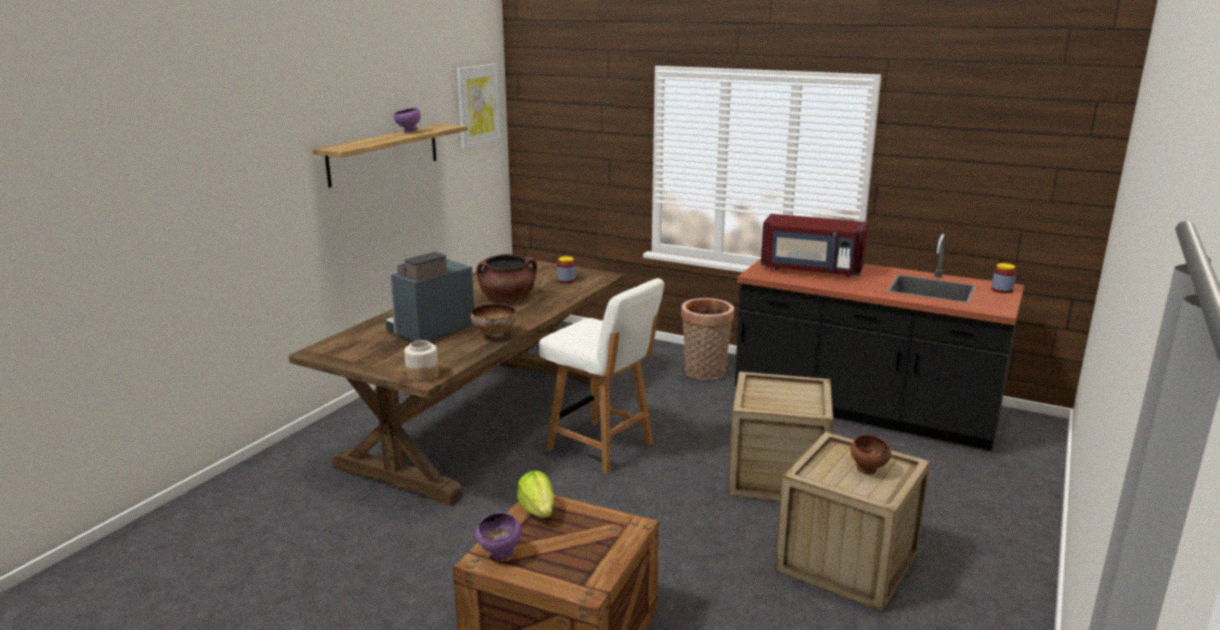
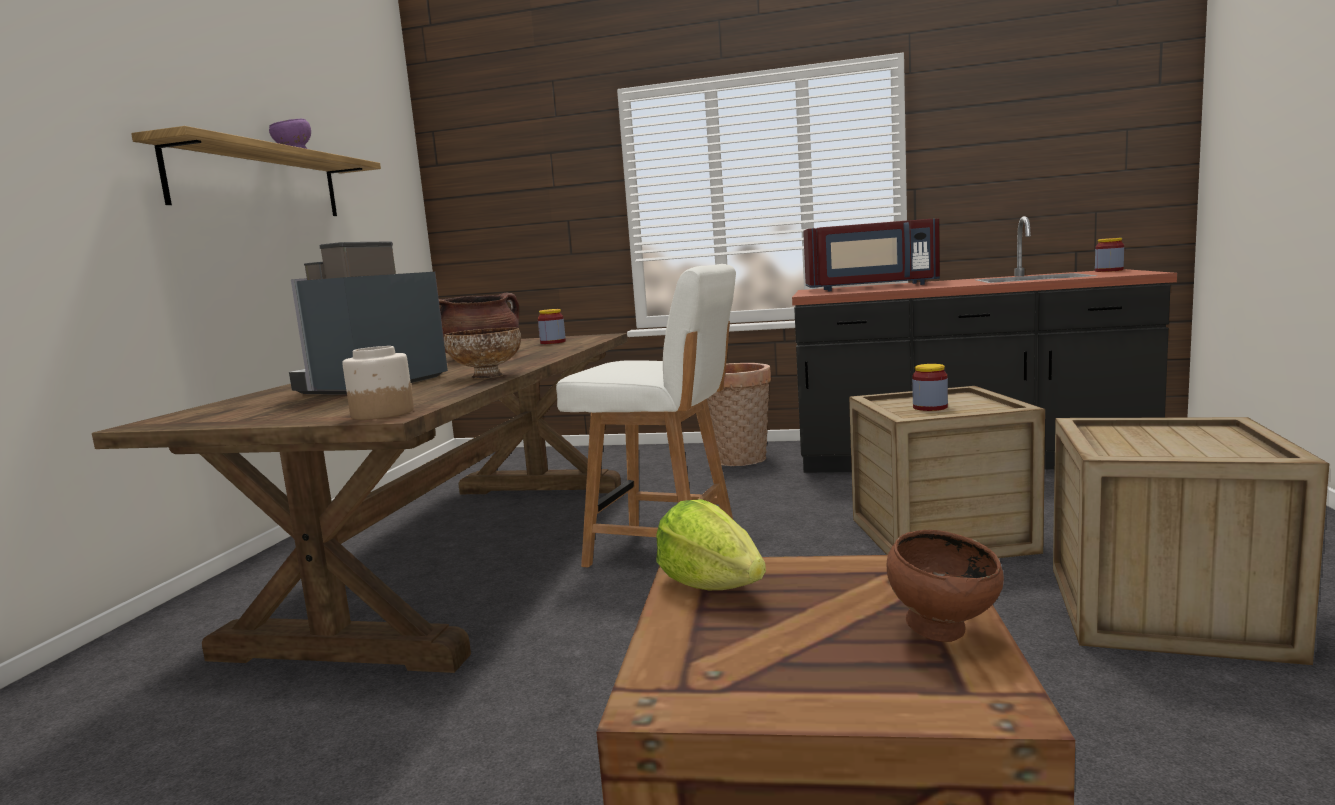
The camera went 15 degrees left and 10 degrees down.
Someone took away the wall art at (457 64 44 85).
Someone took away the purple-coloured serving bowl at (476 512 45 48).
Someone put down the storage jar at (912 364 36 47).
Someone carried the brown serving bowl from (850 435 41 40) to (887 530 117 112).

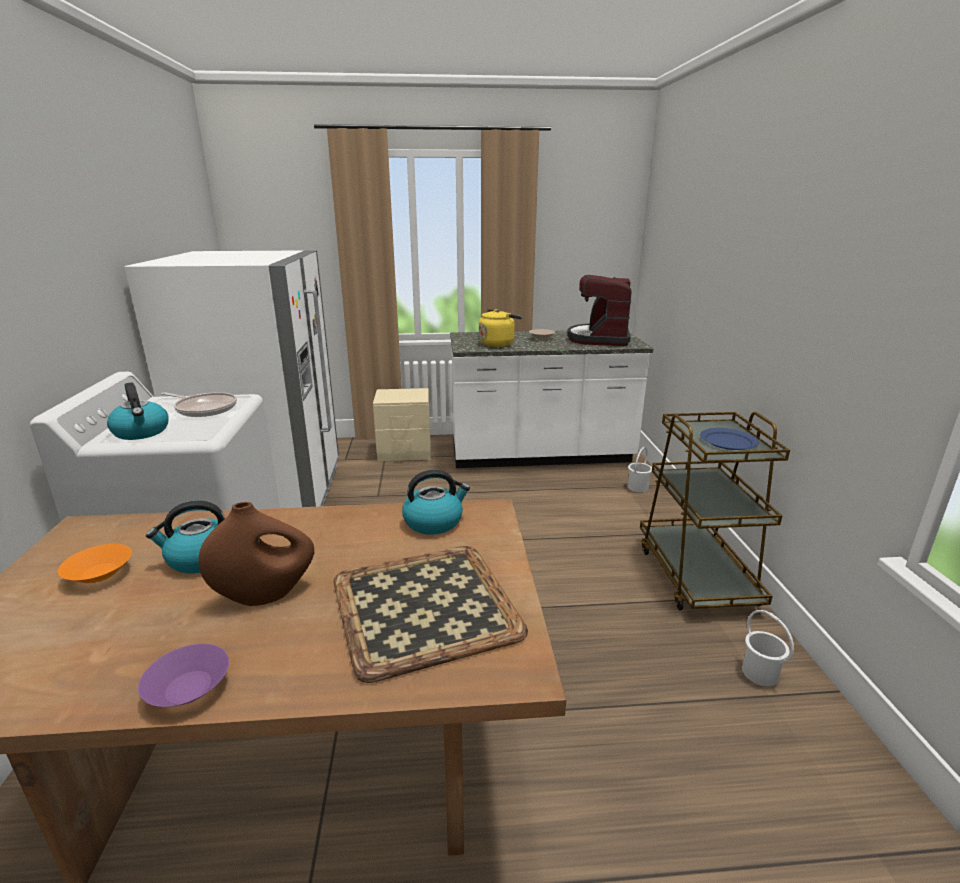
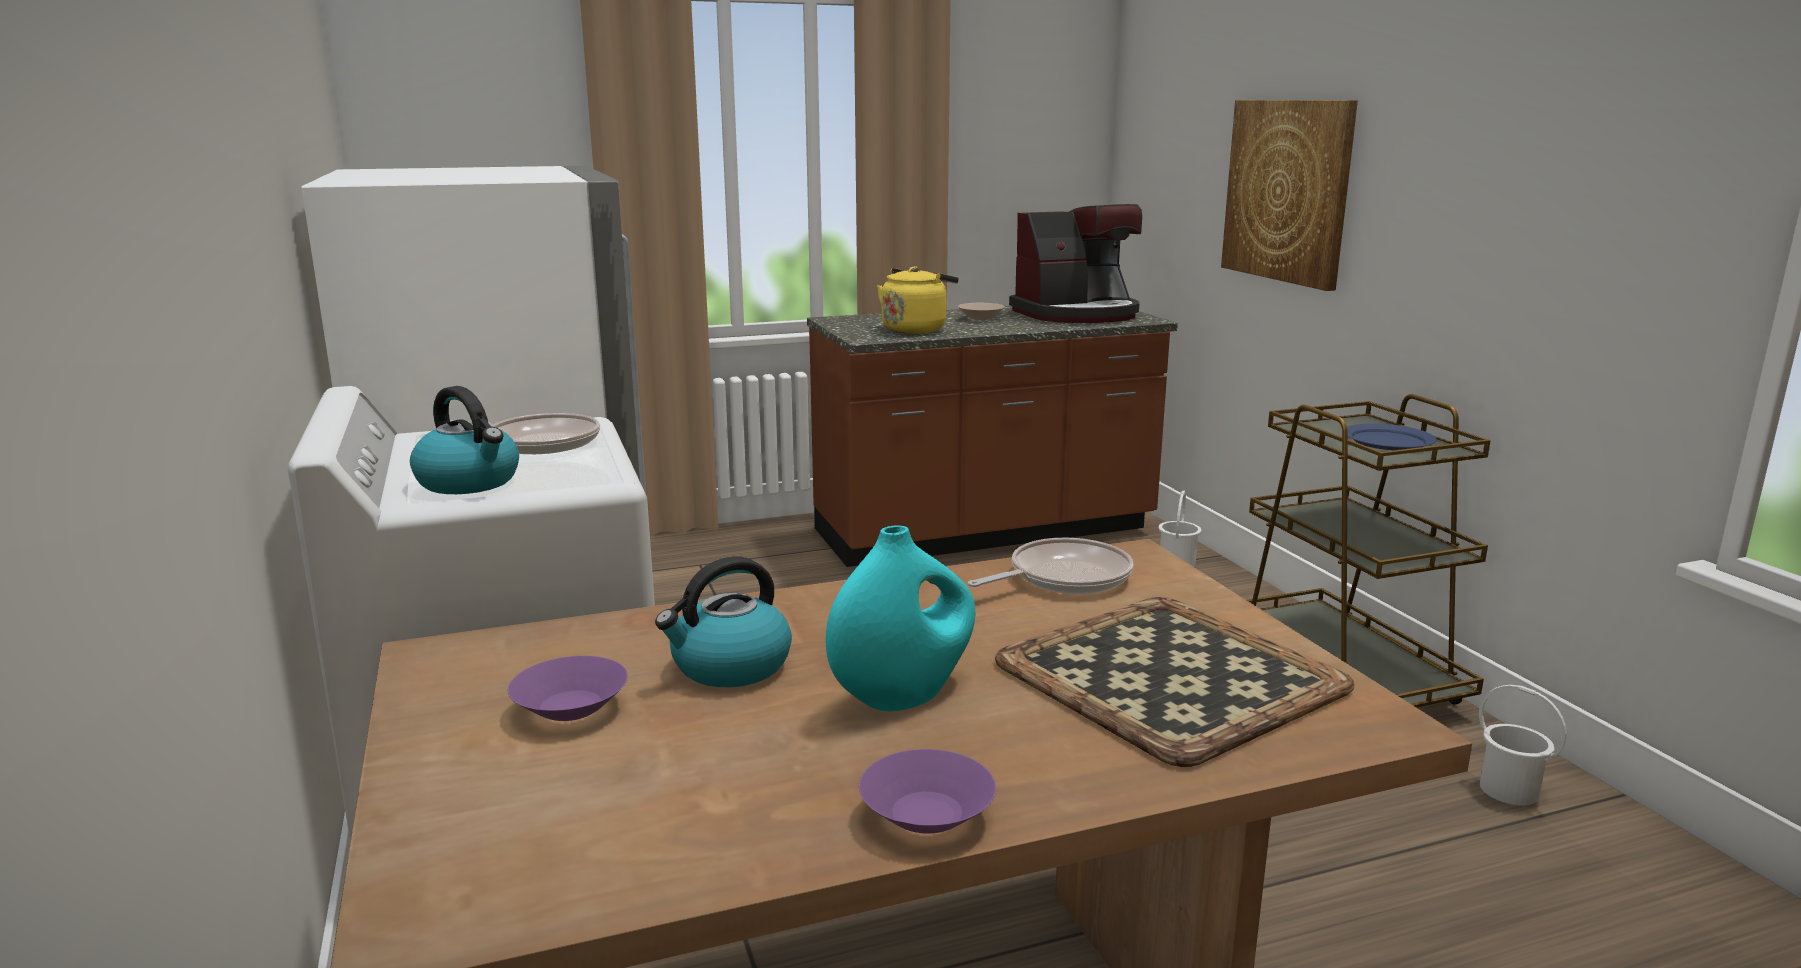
The camera went 15 degrees left and 5 degrees down.
Someone took away the beige bedside table at (373 388 58 73).
Someone put up the wall art at (1221 100 137 191).
Someone swapped the water kettle at (402 469 68 66) for the pan at (968 538 166 56).
Someone repainted the orange-coloured serving bowl at (58 544 74 39), which became the purple-coloured serving bowl at (508 656 119 65).
Someone repainted the brown flower vase at (198 502 116 104), which became the turquoise-coloured flower vase at (826 525 149 186).
Someone repainted the white counter at (450 331 204 137), which became the brown counter at (807 306 371 261).
Someone rotated the coffee machine at (567 275 65 71) by 105 degrees counterclockwise.

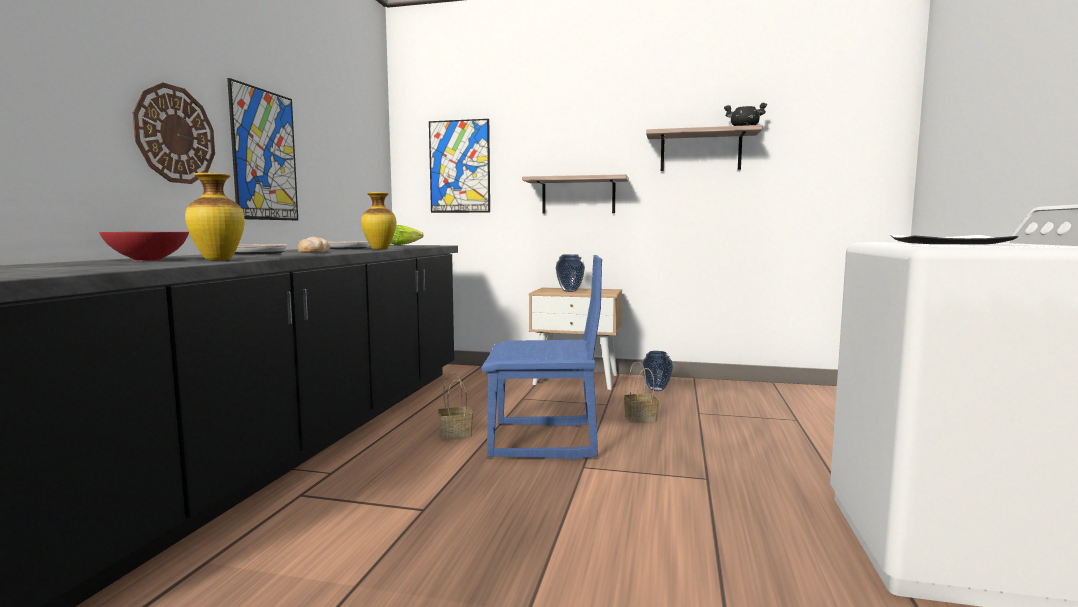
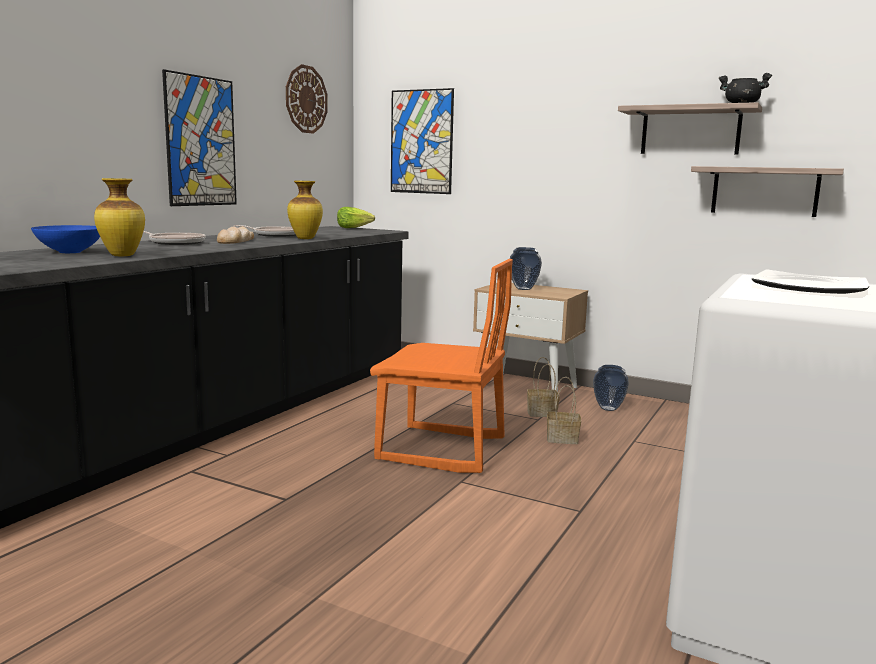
The camera went 15 degrees right and 5 degrees up.
Someone carried the hanging clock from (132 83 83 101) to (286 64 42 70).
Someone carried the household basket from (438 372 35 67) to (527 357 33 60).
Someone carried the bracket shelf from (522 174 107 40) to (691 166 153 51).
Someone repainted the reddish serving bowl at (99 232 90 29), which became the blue-coloured serving bowl at (31 225 69 28).
Someone repainted the blue-coloured upright chair at (481 255 121 204), which became the orange-coloured upright chair at (370 259 143 214).

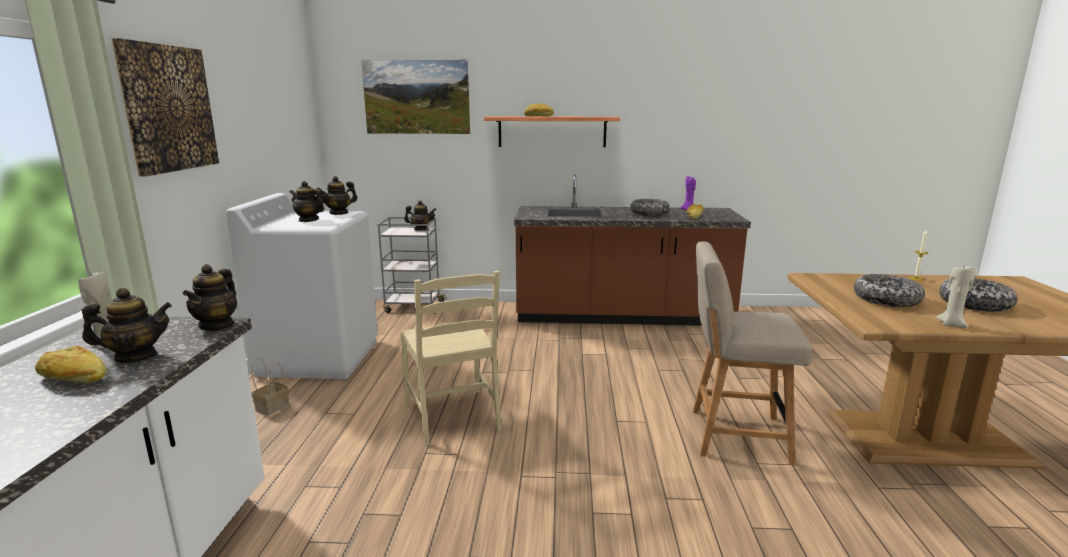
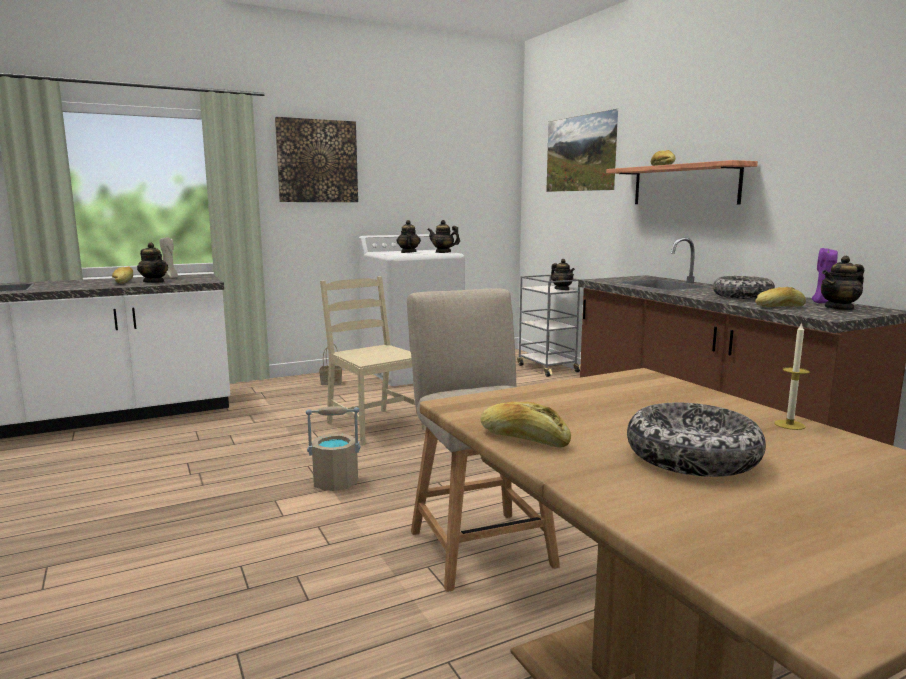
The camera went 60 degrees right and 5 degrees down.
Someone took away the serving bowl at (854 274 71 33).
Someone put down the beige pail at (306 406 55 85).
Someone carried the teapot from (183 264 54 67) to (821 256 43 55).
Someone swapped the beige wax candle at (936 265 40 63) for the baked bread at (480 402 91 46).
Someone rotated the beige upright chair at (400 271 102 175) by 105 degrees clockwise.

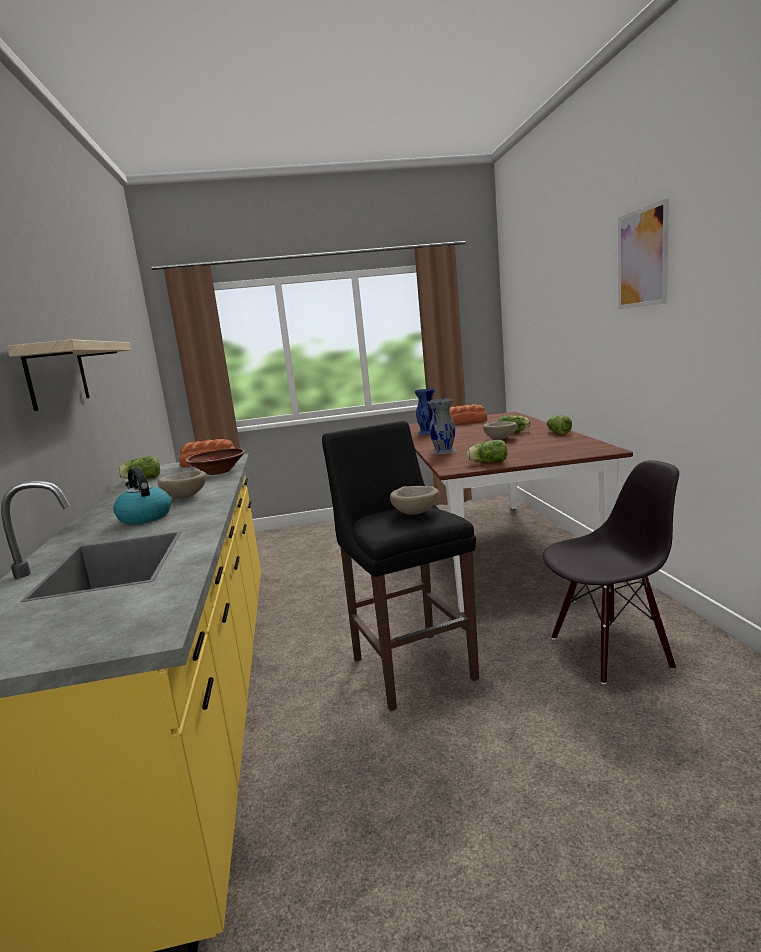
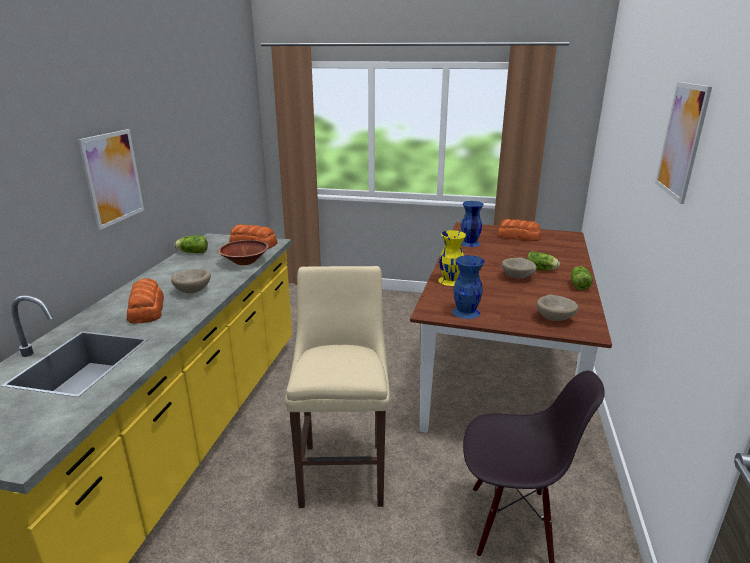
The camera went 20 degrees right and 10 degrees up.
Someone carried the beige serving bowl from (390 486 50 29) to (537 294 42 27).
Someone swapped the bracket shelf at (7 339 124 72) for the wall art at (78 129 66 101).
Someone swapped the water kettle at (113 467 58 57) for the baked bread at (127 278 37 46).
Someone swapped the lettuce at (467 440 40 22) for the blue-coloured flower vase at (452 255 33 64).
Someone repainted the black-coloured stool seat at (322 421 157 290), which became the beige stool seat at (285 266 105 242).
Someone repainted the greyish flower vase at (427 399 30 55), which became the yellowish flower vase at (438 230 28 56).

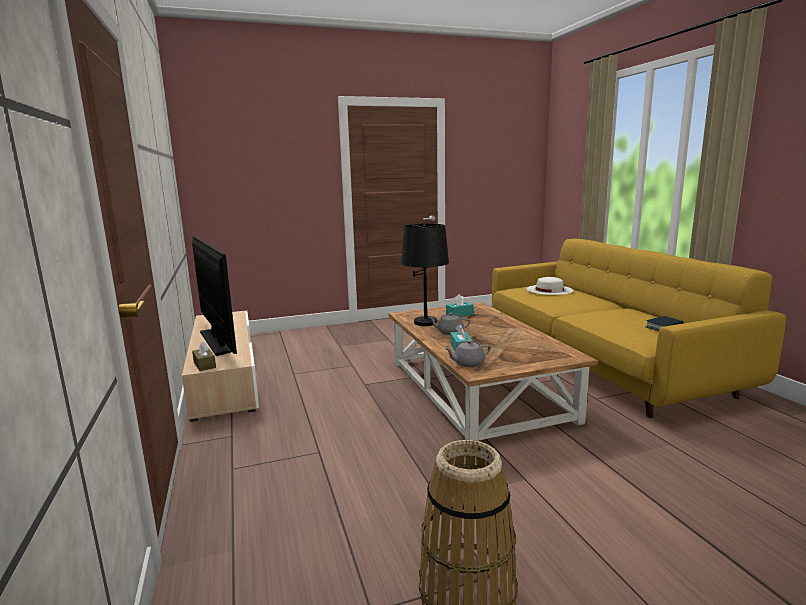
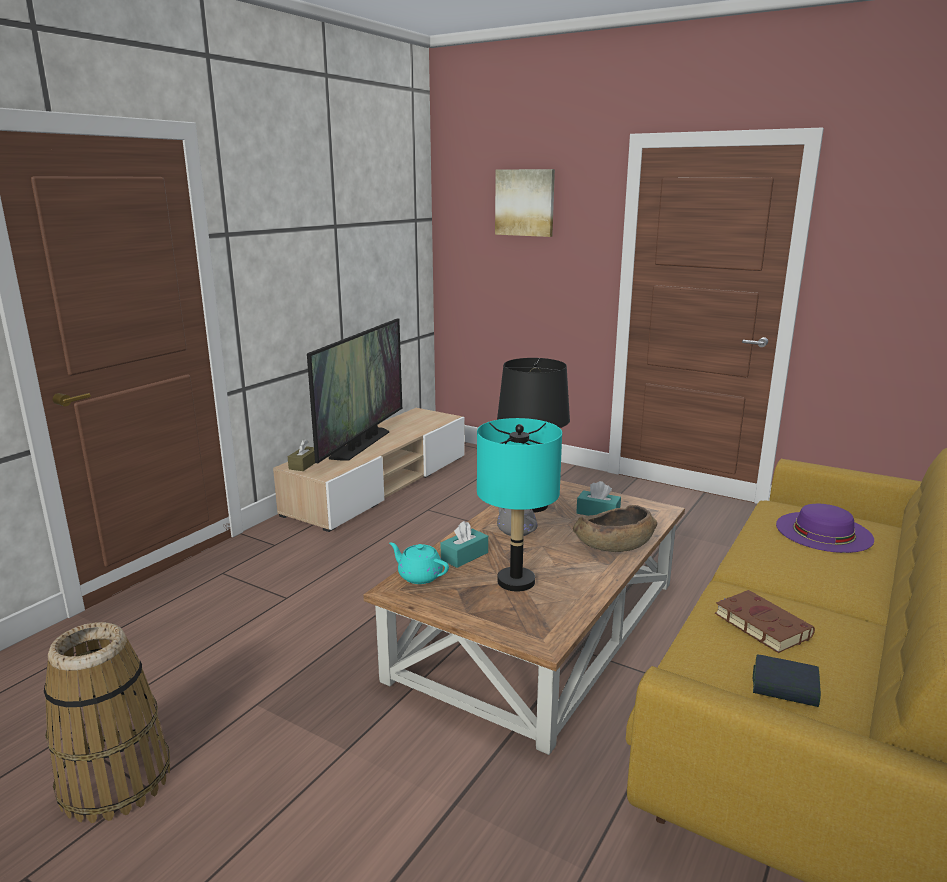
The camera went 50 degrees right and 5 degrees up.
Someone put down the turquoise-coloured table lamp at (477 418 85 174).
Someone put up the wall art at (495 169 60 68).
Someone put down the brown serving bowl at (573 505 84 47).
Someone put down the brown bound book at (715 590 100 63).
Someone repainted the greyish teapot at (445 340 46 27), which became the turquoise-coloured teapot at (389 542 60 42).
Someone repainted the white hat at (526 277 47 18), which became the purple-coloured hat at (776 504 98 49).

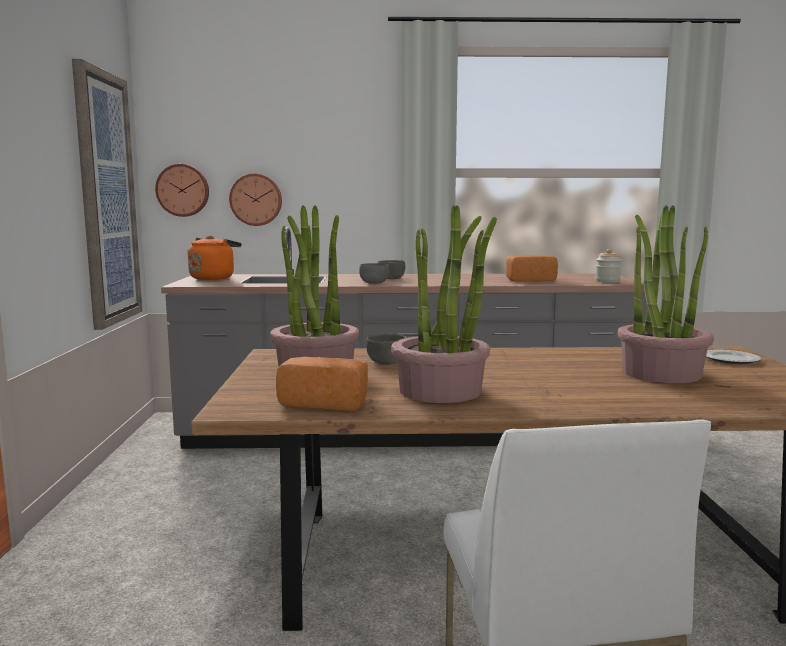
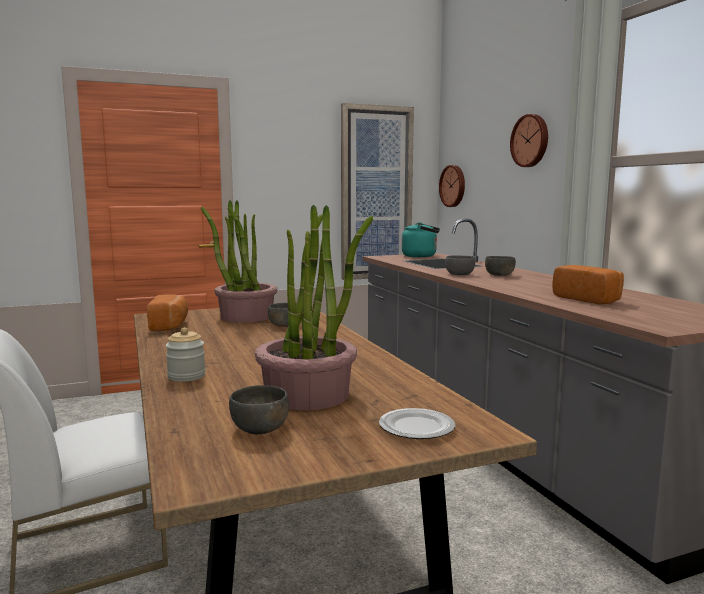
The camera went 70 degrees right and 0 degrees up.
Someone took away the plant in a pot at (391 205 106 198).
Someone put down the greyish serving bowl at (229 385 60 49).
Someone carried the hanging clock from (229 174 53 52) to (510 114 38 53).
Someone carried the storage jar from (595 249 27 34) to (165 327 40 55).
Someone repainted the orange-coloured water kettle at (187 236 55 44), which became the turquoise-coloured water kettle at (402 222 38 35).

